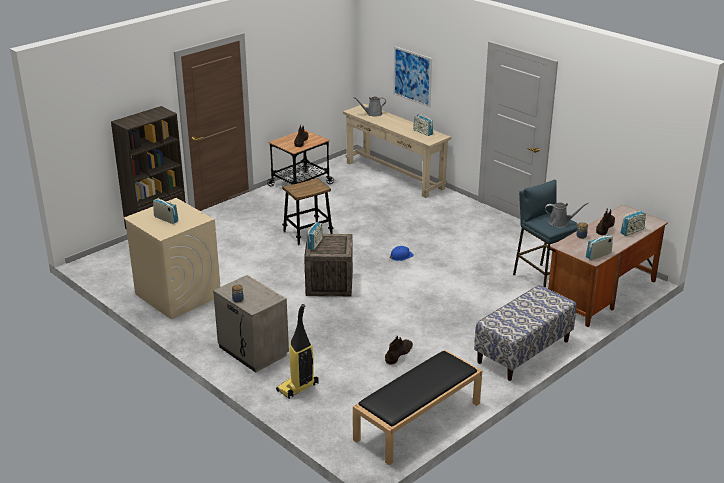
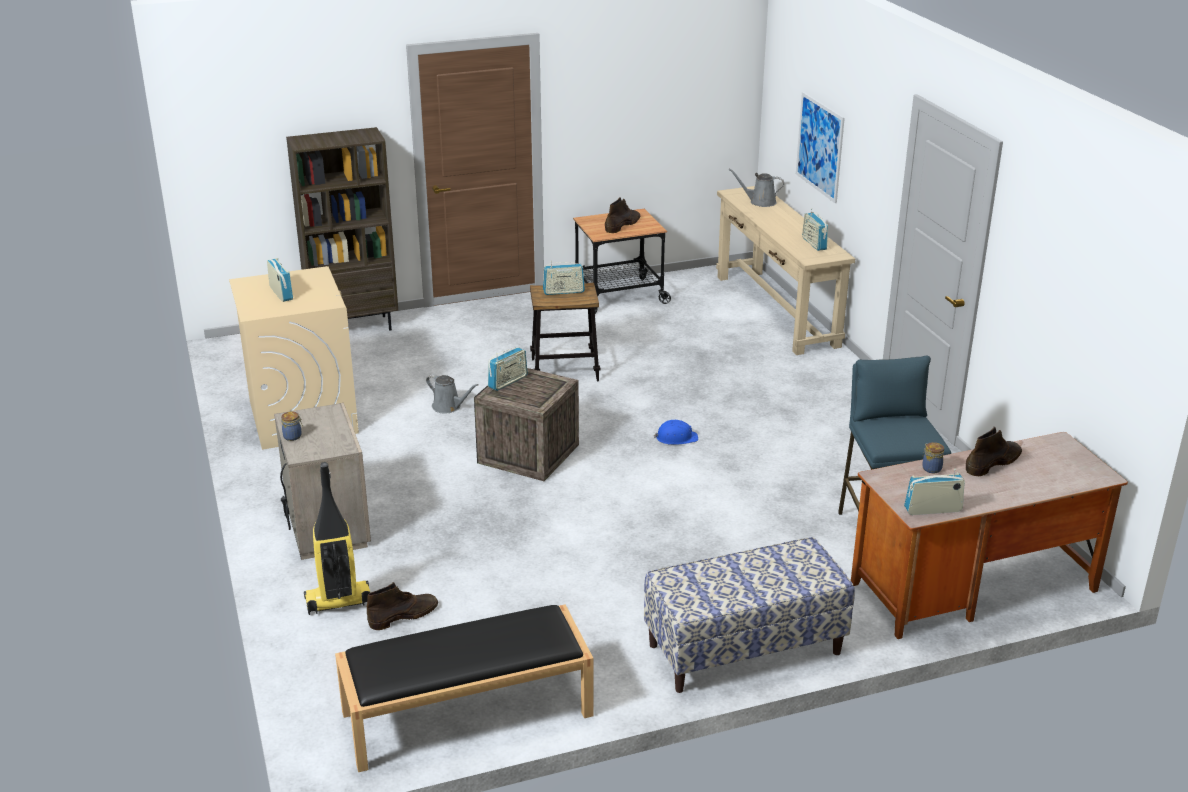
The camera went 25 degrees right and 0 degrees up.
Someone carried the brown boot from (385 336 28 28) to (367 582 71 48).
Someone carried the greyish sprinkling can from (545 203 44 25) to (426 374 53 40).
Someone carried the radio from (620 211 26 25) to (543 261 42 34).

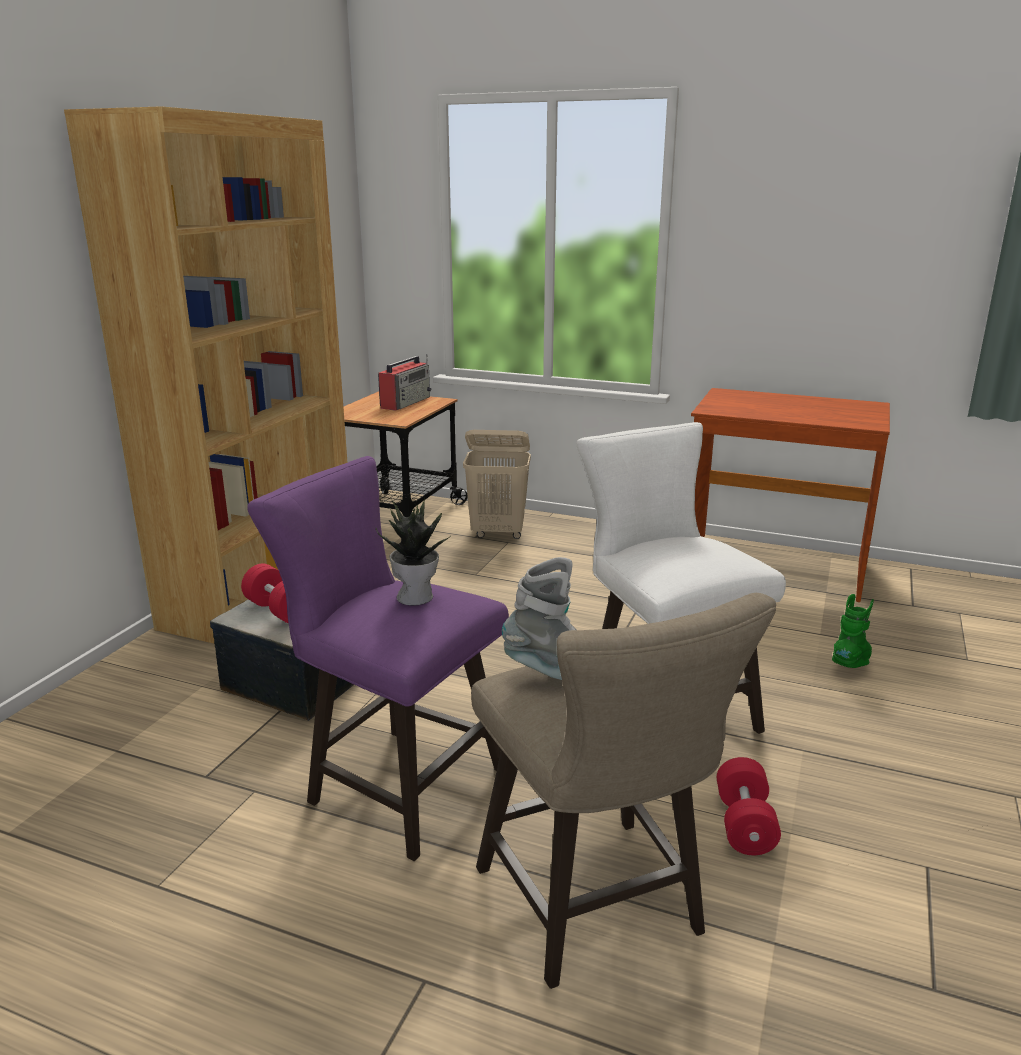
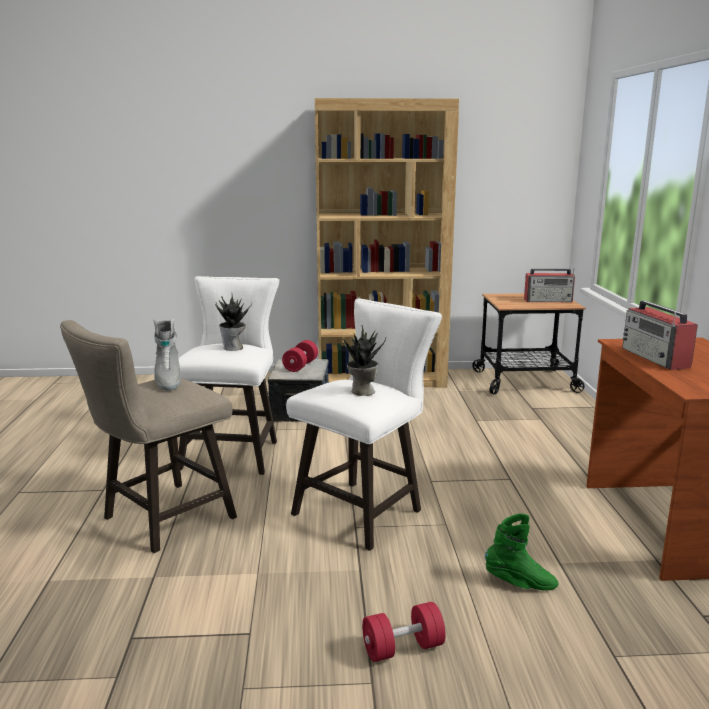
The camera went 65 degrees right and 5 degrees down.
Someone took away the beige washing basket at (463 430 68 109).
Someone put down the plant in a pot at (341 325 45 71).
Someone put down the radio at (622 300 76 70).
Someone carried the reddish hand weight from (717 757 64 98) to (362 602 84 60).
Someone repainted the purple-coloured stool seat at (247 456 262 405), which became the white stool seat at (179 276 101 199).

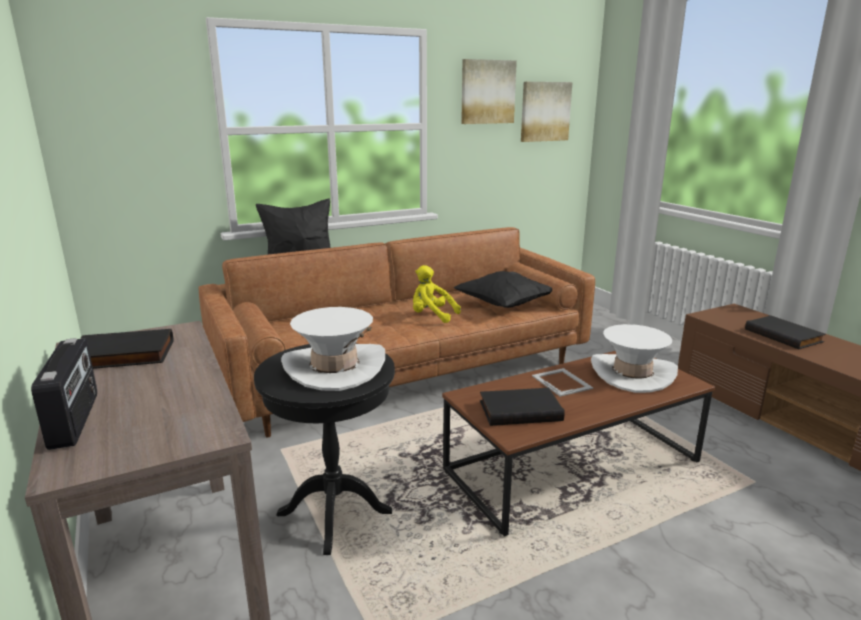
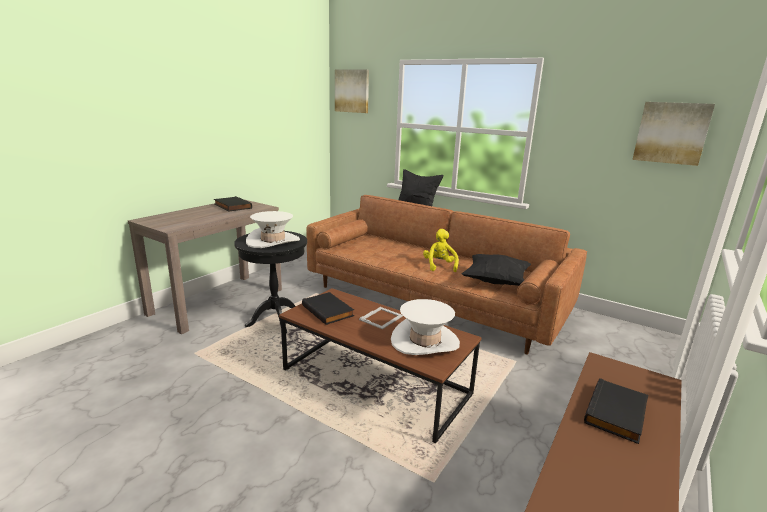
The camera went 60 degrees right and 0 degrees up.
Someone took away the radio at (31 338 66 112).
Someone carried the wall art from (461 59 56 65) to (335 69 34 44).

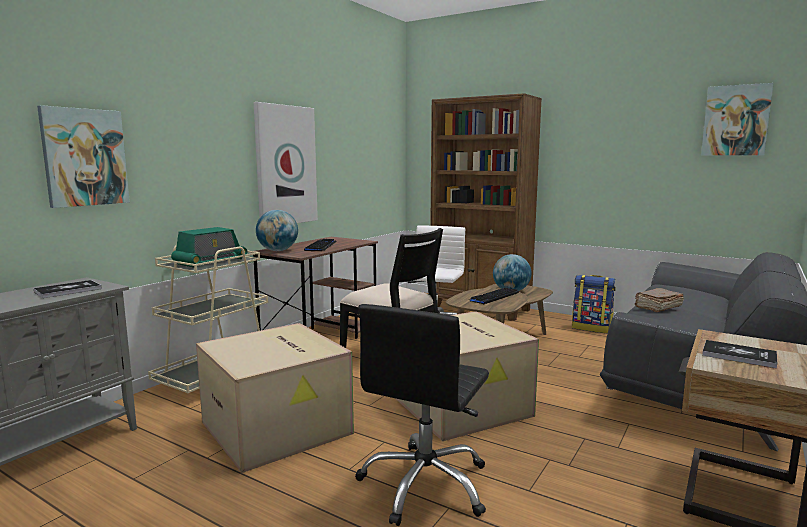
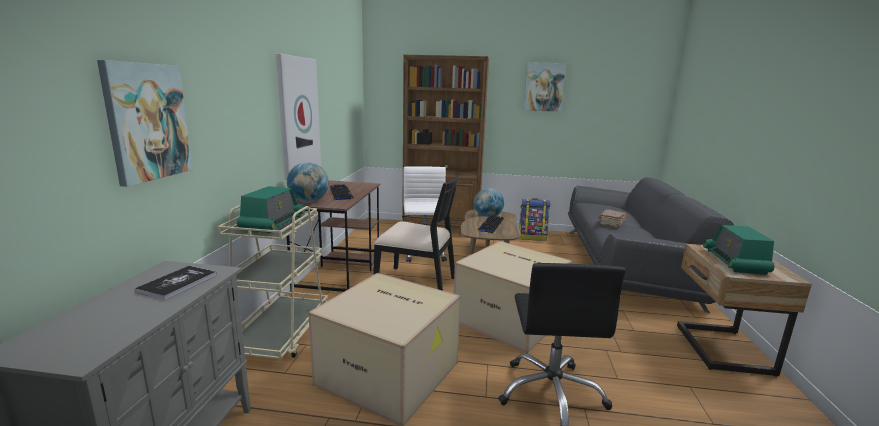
The camera went 25 degrees left and 5 degrees up.
Someone carried the wall art from (701 83 73 73) to (524 62 42 50).
Someone swapped the bound book at (702 340 75 28) for the radio at (703 225 71 50).

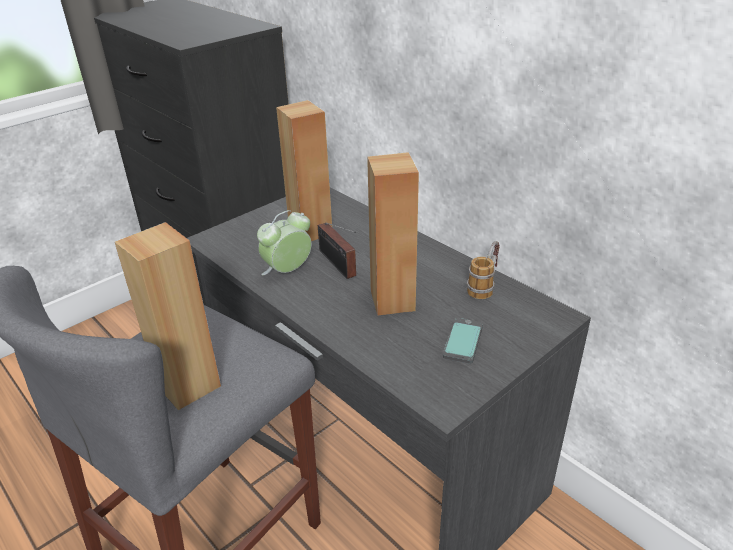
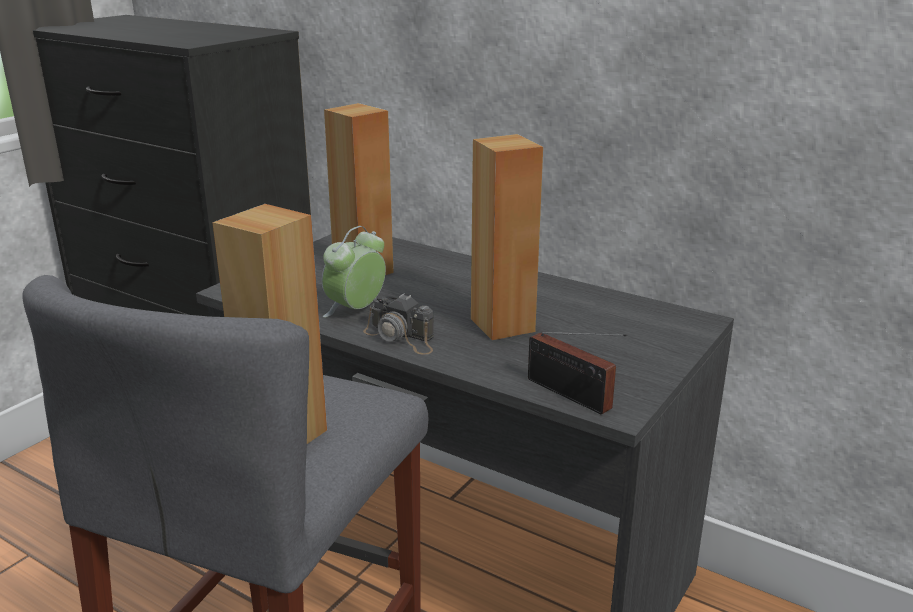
The camera went 15 degrees left and 10 degrees down.
Someone took away the phone at (443 318 40 46).
Someone took away the tea mug at (467 241 33 58).
Someone put down the photo camera at (363 294 71 61).
Someone carried the radio from (318 222 38 57) to (528 332 99 82).

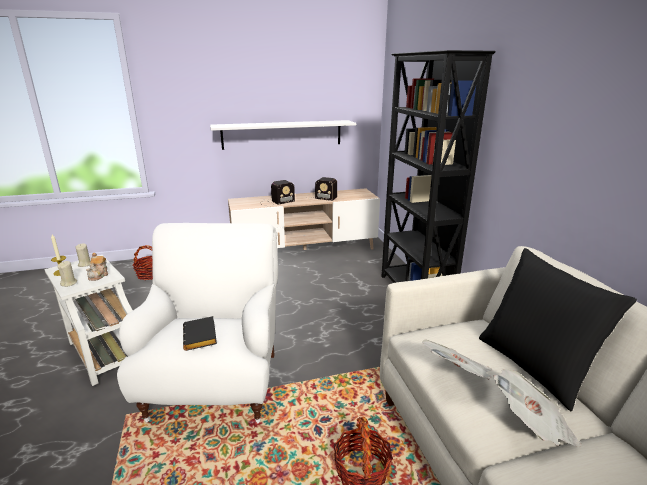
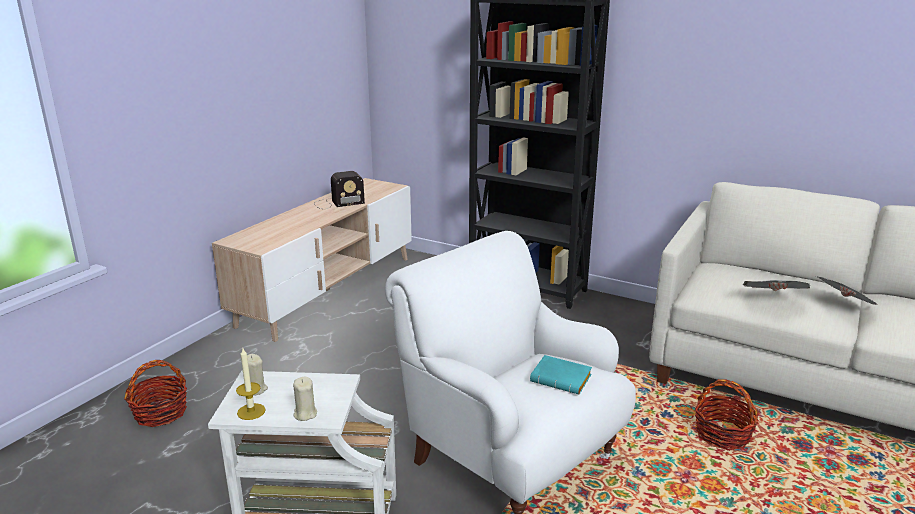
The camera went 45 degrees left and 0 degrees up.
Someone took away the teapot at (86 253 22 28).
Someone took away the white bracket shelf at (210 120 146 30).
Someone took away the radio at (260 180 35 27).
Someone took away the black-coloured cushion at (479 248 158 163).
Someone repainted the black-coloured bound book at (183 316 34 35), which became the turquoise-coloured bound book at (530 355 62 39).

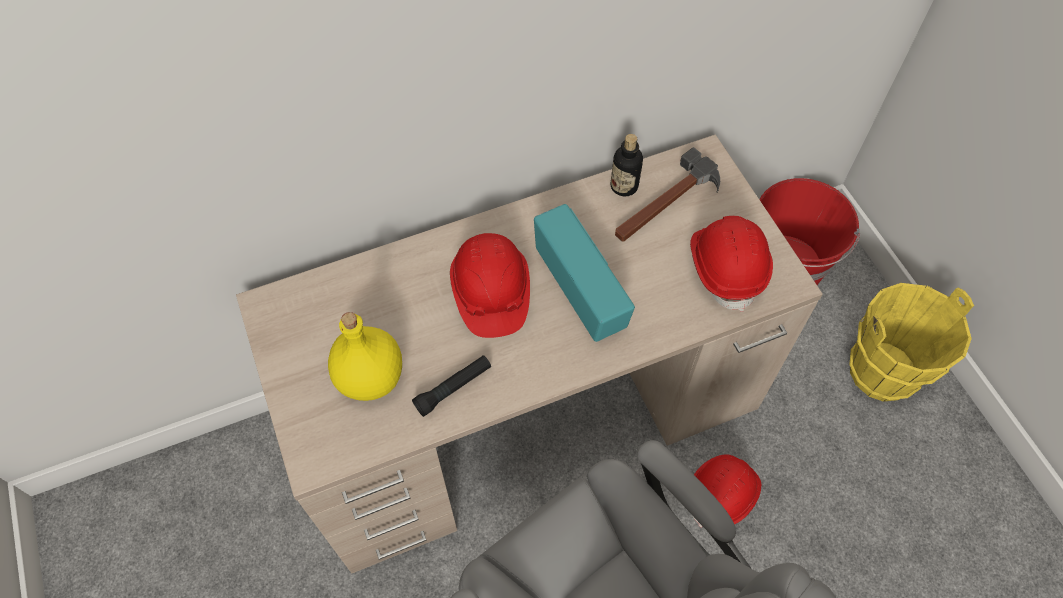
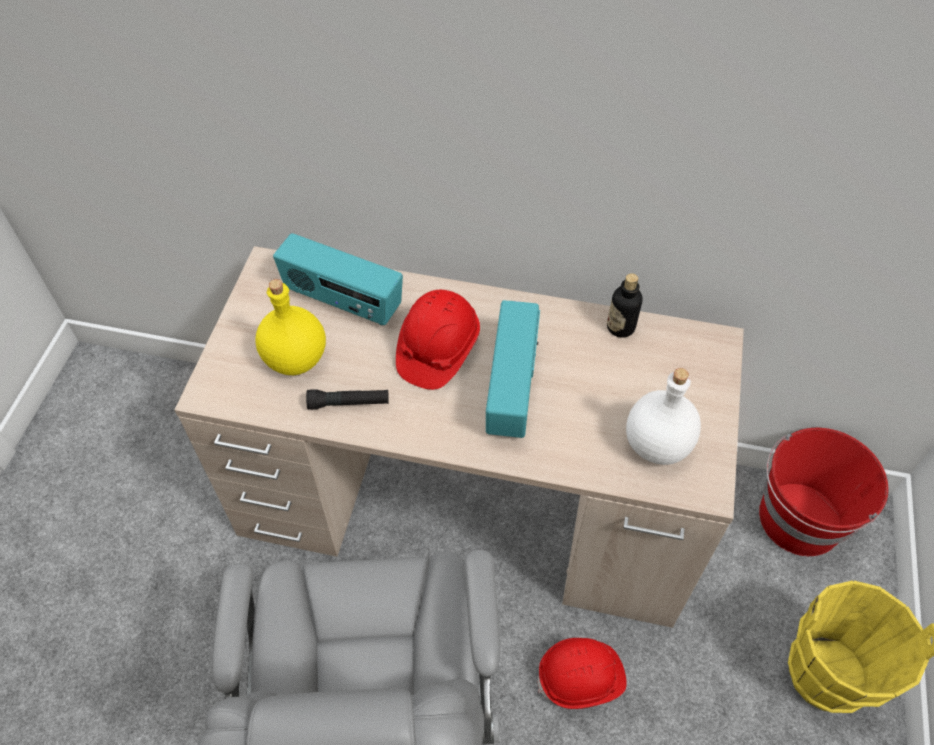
The camera went 35 degrees right and 5 degrees down.
Someone took away the hand hammer at (615 147 105 95).
Someone put down the radio at (273 233 130 92).
Someone swapped the reddish work helmet at (690 216 83 96) for the white drink bottle at (626 368 75 97).

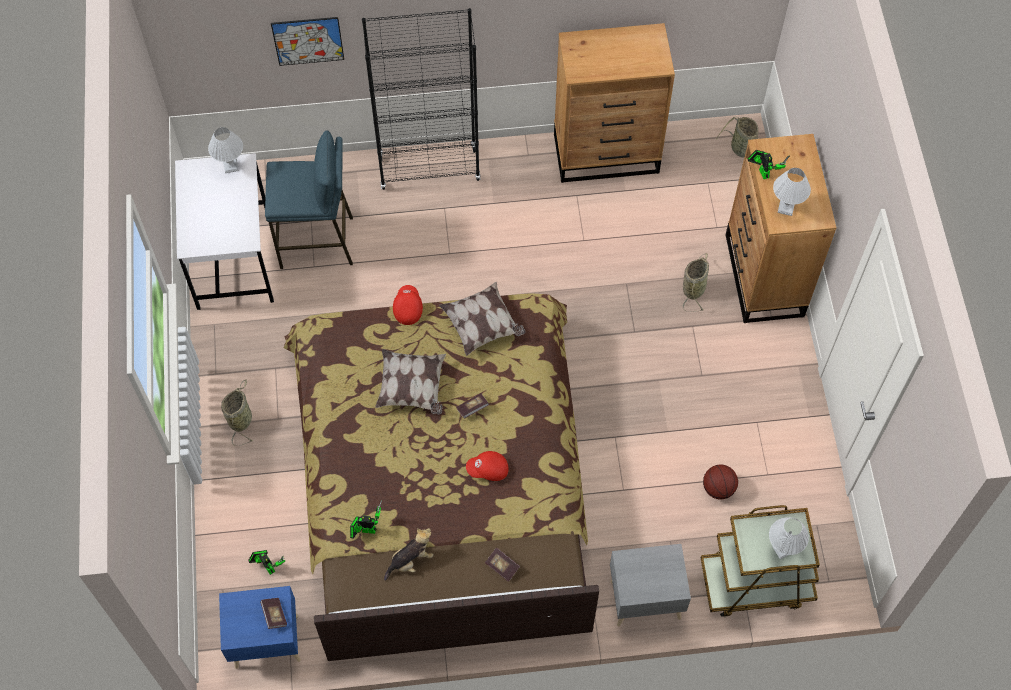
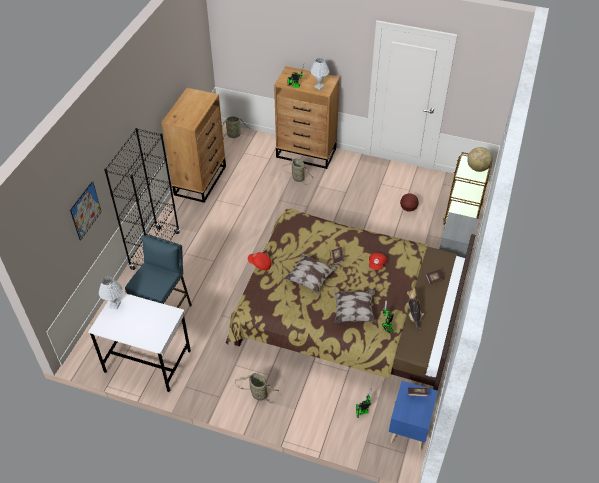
The camera went 65 degrees left and 15 degrees down.
Someone carried the cushion from (439 282 87 74) to (333 289 43 34).
Someone swapped the white table lamp at (769 517 40 42) for the desk globe at (467 147 26 25).

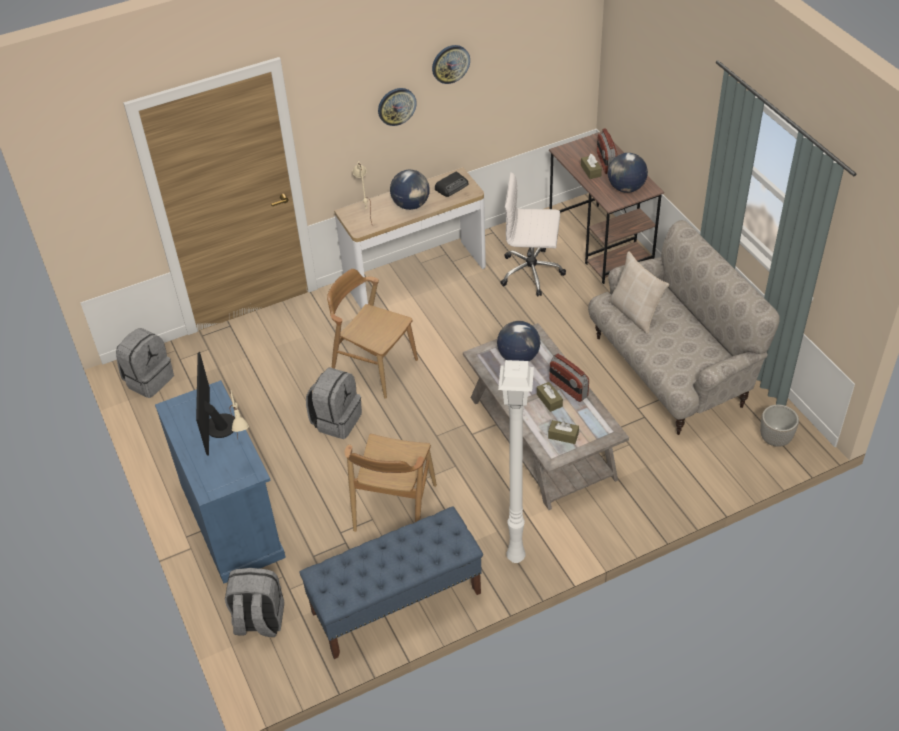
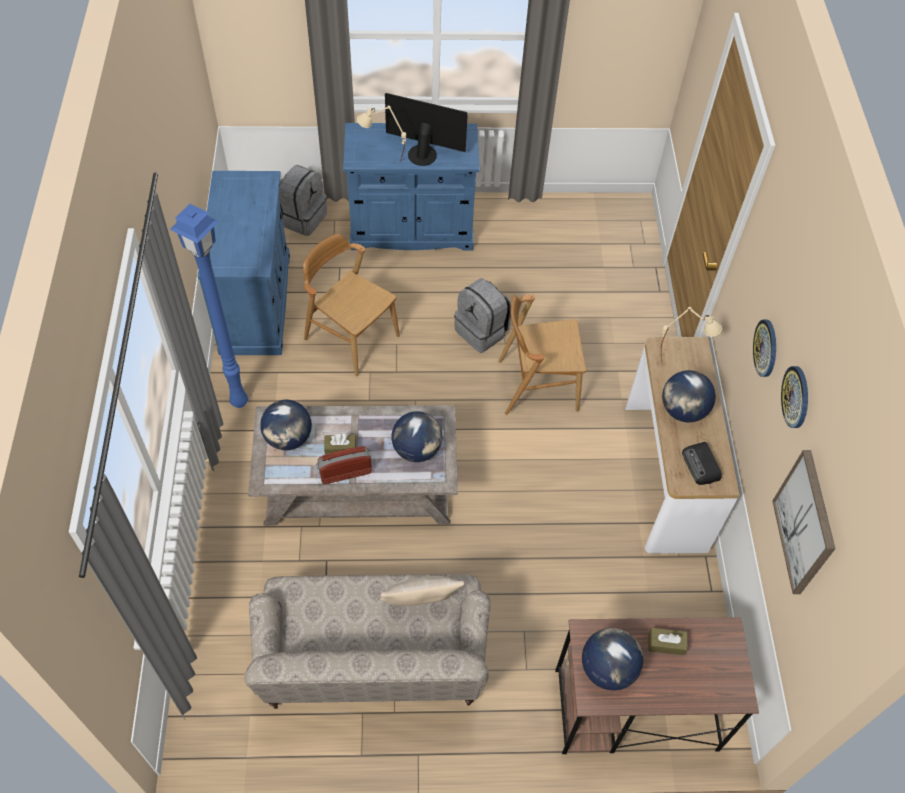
The camera went 110 degrees right and 10 degrees up.
Someone took away the greyish backpack at (116 328 58 70).
Someone took away the white office chair at (500 172 66 125).
Someone took away the radio at (597 128 20 46).
Someone took away the flower pot at (760 405 39 42).
Someone put up the wall art at (772 450 63 144).
Someone swapped the blue-coloured bench at (299 506 184 153) for the blue-coloured cabinet at (198 171 92 184).
Someone swapped the brown box of tissues at (548 420 31 24) for the desk globe at (260 399 52 51).
Someone repainted the white floor lamp at (498 360 36 203), which became the blue-coloured floor lamp at (170 204 78 204).
Someone rotated the brown upright chair at (327 269 91 130) by 150 degrees counterclockwise.

